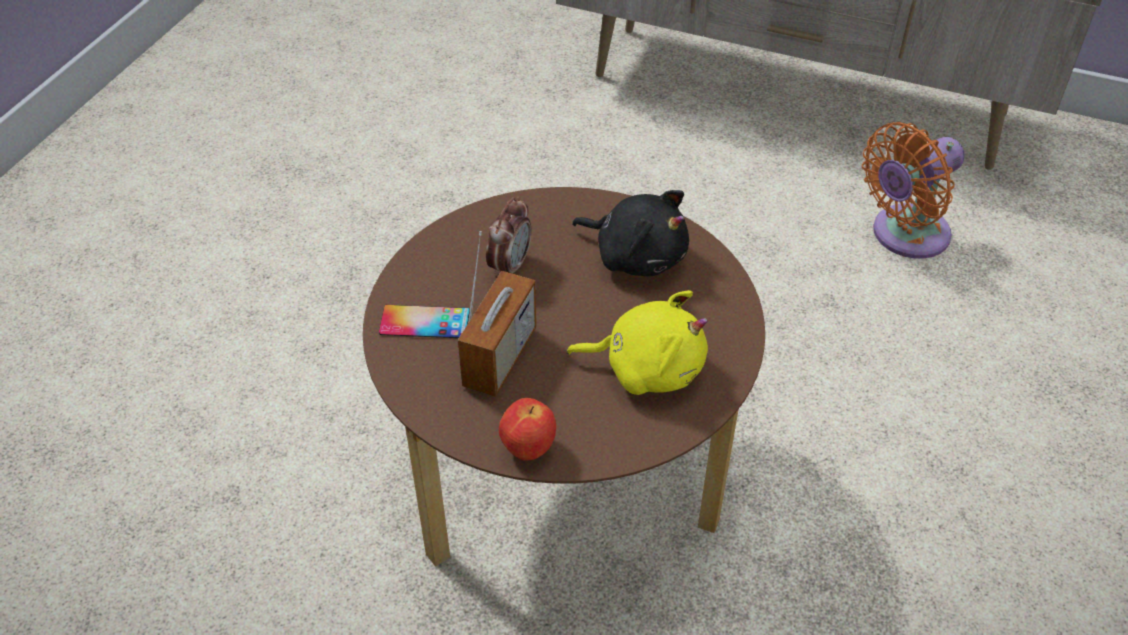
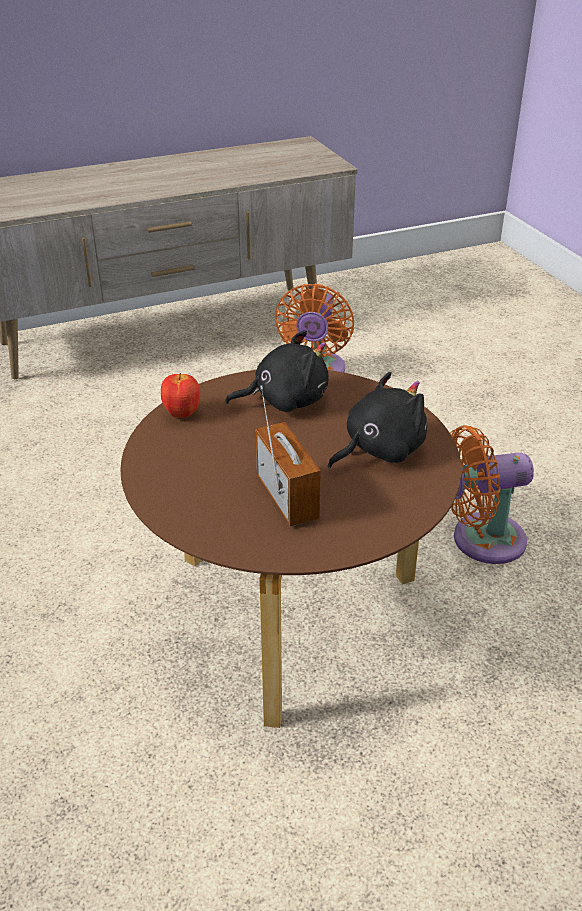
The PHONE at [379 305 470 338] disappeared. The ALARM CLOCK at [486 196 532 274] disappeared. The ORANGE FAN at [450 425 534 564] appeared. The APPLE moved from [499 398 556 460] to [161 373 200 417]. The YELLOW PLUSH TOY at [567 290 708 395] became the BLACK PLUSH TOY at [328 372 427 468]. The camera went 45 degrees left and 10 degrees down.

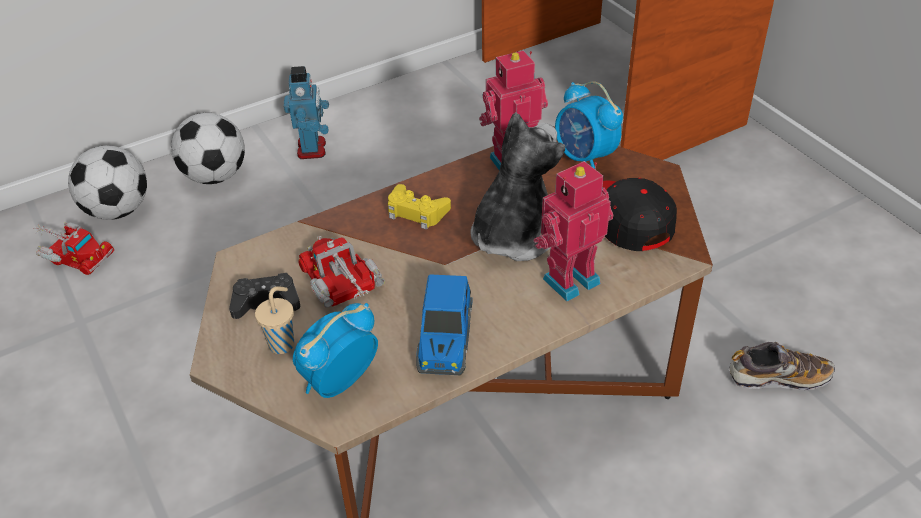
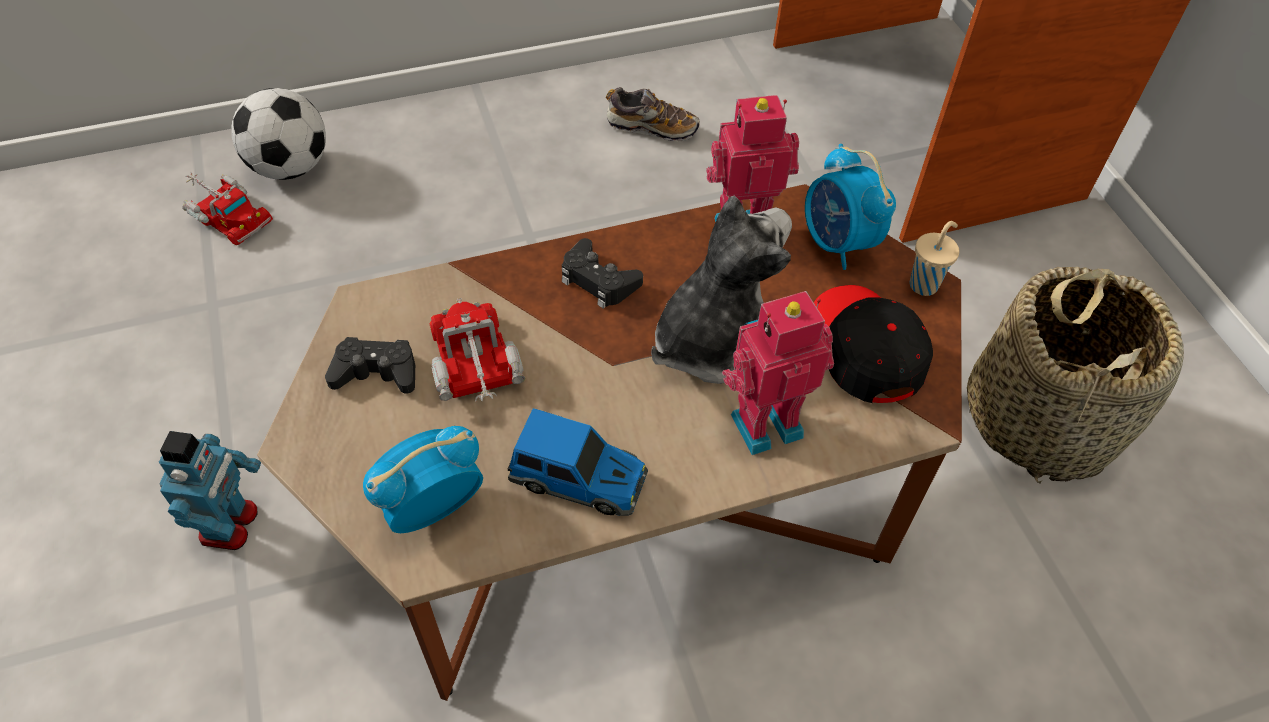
The FOOTBALL at [171 112 245 184] disappeared. The BASKET at [967 267 1184 483] appeared. The BEIGE CUP moved from [255 286 294 354] to [909 221 960 296]. The TOY ROBOT moved from [284 66 329 159] to [159 431 261 550]. The SHOE moved from [729 342 835 390] to [606 87 700 141]. The YELLOW GAME CONTROLLER at [388 184 451 230] became the BLACK GAME CONTROLLER at [562 238 643 309]. The TOY CAR at [416 274 472 375] turned 90 degrees counterclockwise. The camera went 10 degrees right and 10 degrees up.

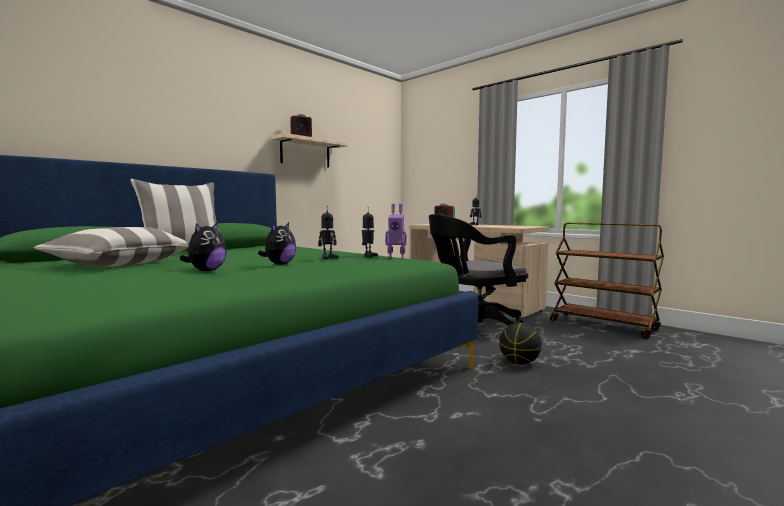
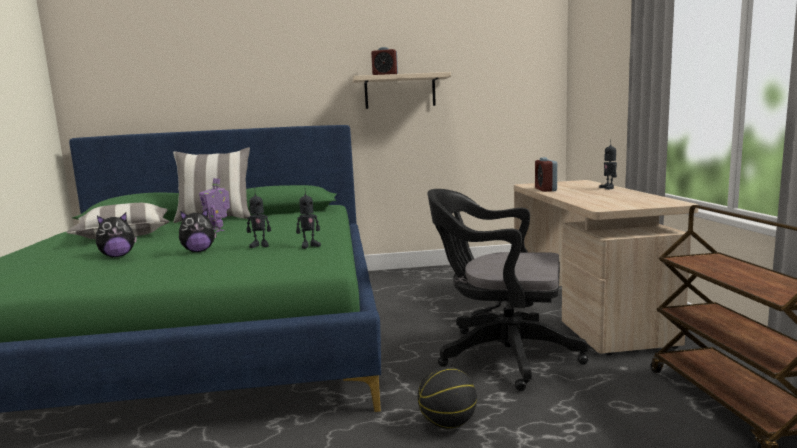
The TOY ROBOT moved from [385 204 406 258] to [199 178 230 232]. The camera went 40 degrees right and 5 degrees up.

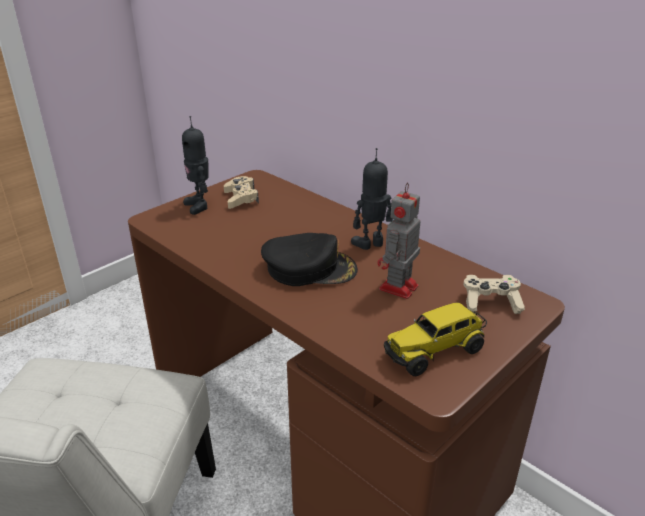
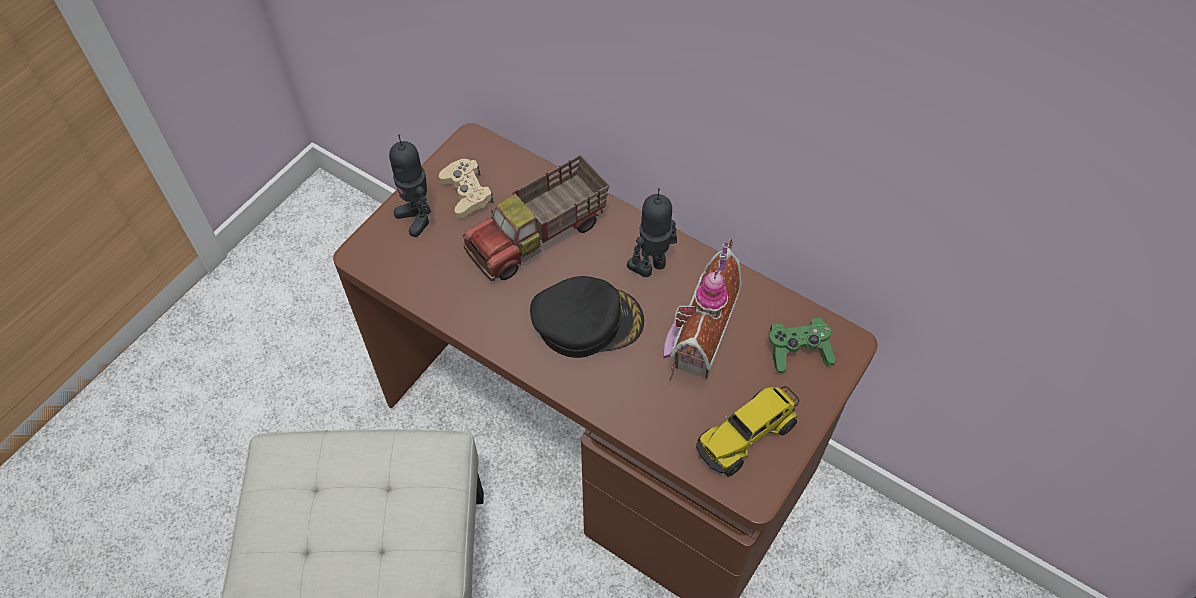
The TOY TRUCK at [462 155 609 281] appeared. The TOY ROBOT at [377 183 421 299] was replaced by the TOY HOUSE at [663 239 742 381]. The BEIGE GAME CONTROLLER at [463 275 525 314] became the GREEN GAME CONTROLLER at [769 317 836 373]. The camera went 10 degrees left and 25 degrees up.

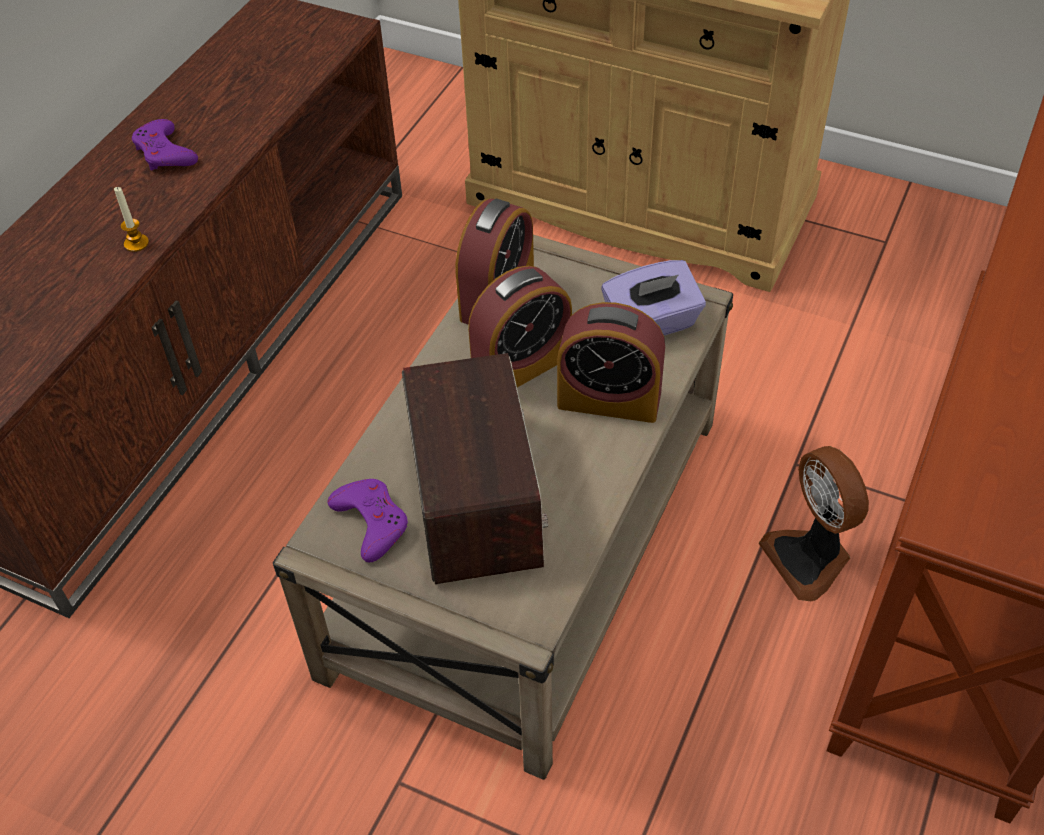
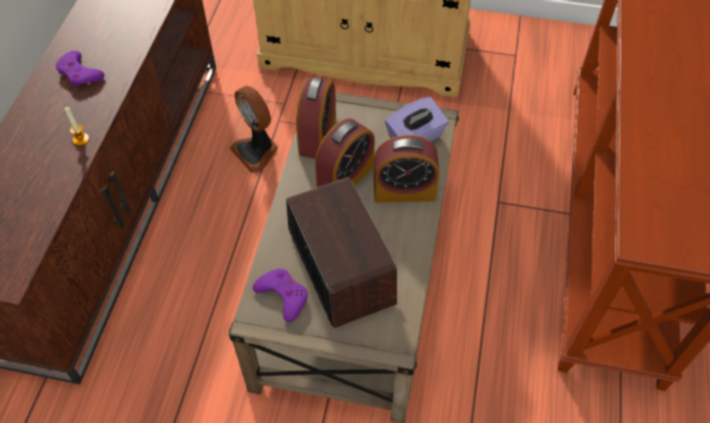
The FAN moved from [759 446 869 601] to [230 86 278 173]. The camera went 15 degrees left and 5 degrees up.

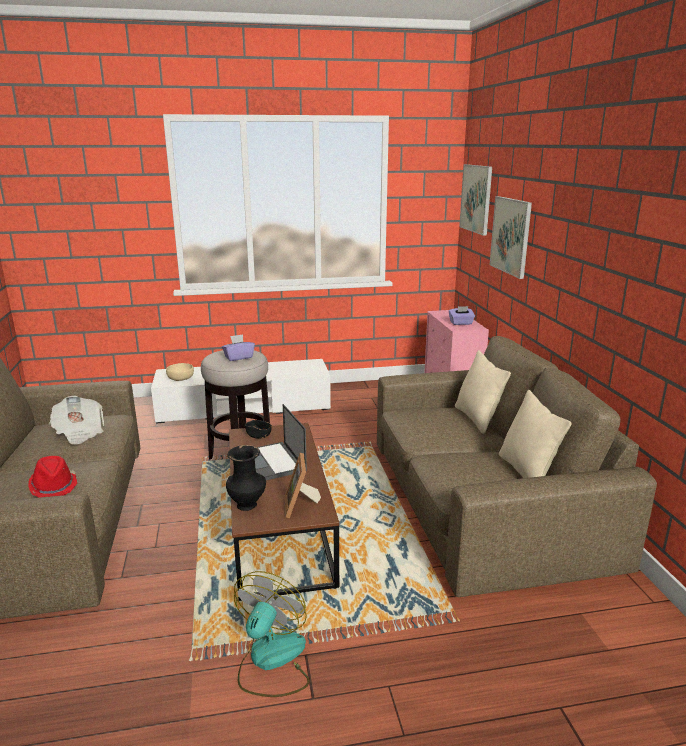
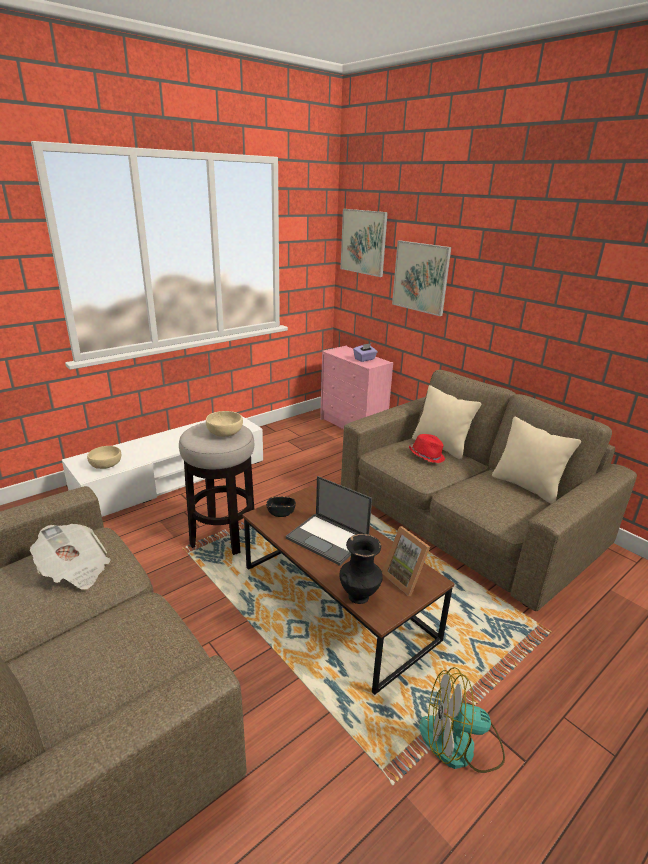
The RED HAT moved from [28 456 77 498] to [409 434 445 463]. The PURPLE TISSUE BOX at [222 334 255 361] was replaced by the BEIGE BOWL at [206 411 243 437]. The FAN at [234 571 309 697] turned 75 degrees counterclockwise. The camera went 30 degrees left and 5 degrees up.

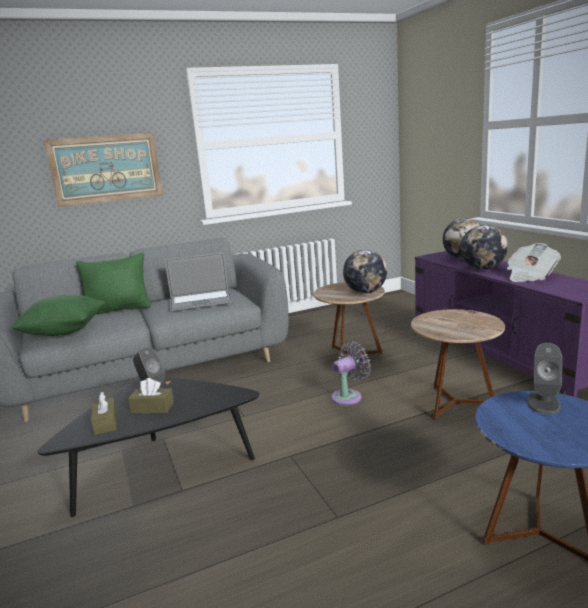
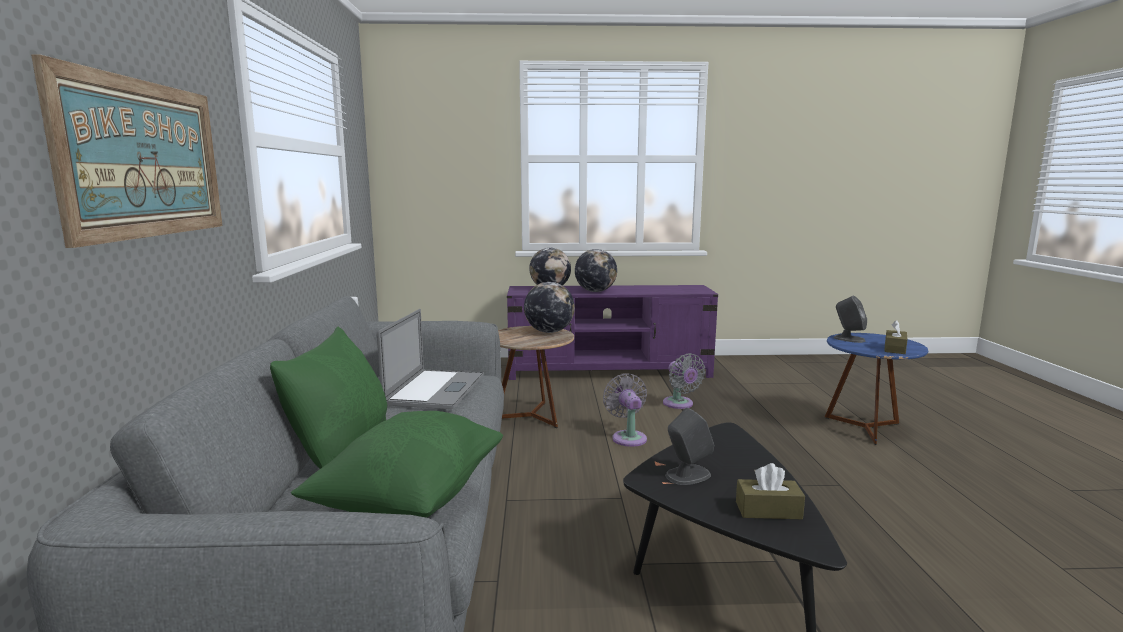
The NEWSPAPER at [507 243 561 282] disappeared. The BROWN TISSUE BOX moved from [128 378 174 414] to [884 320 908 354]. The BROWN SIDE TABLE at [411 309 505 420] was replaced by the GREY FAN at [663 353 706 409]. The camera went 70 degrees left and 5 degrees down.

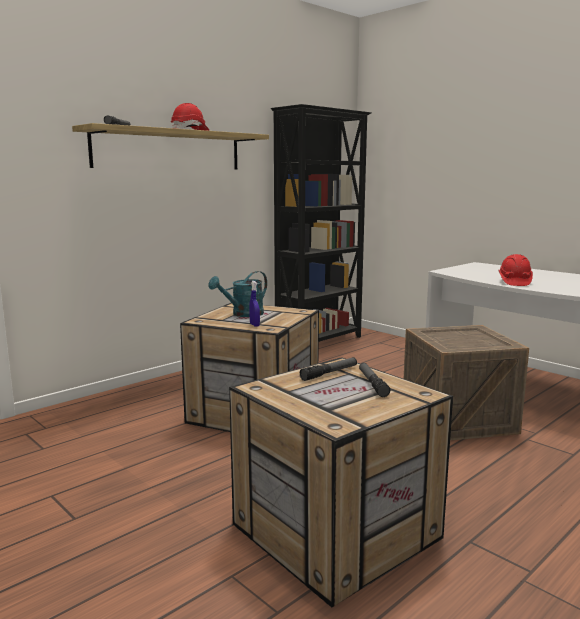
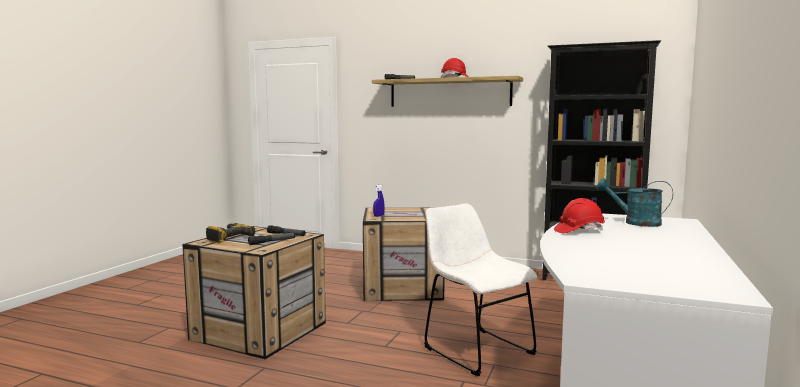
The POWER DRILL at [206 223 255 243] appeared. The TURQUOISE WATERING CAN moved from [208 271 267 317] to [596 178 673 227]. The CRATE at [404 325 529 440] was replaced by the WHITE CHAIR at [424 203 537 376]. The camera went 65 degrees right and 5 degrees down.

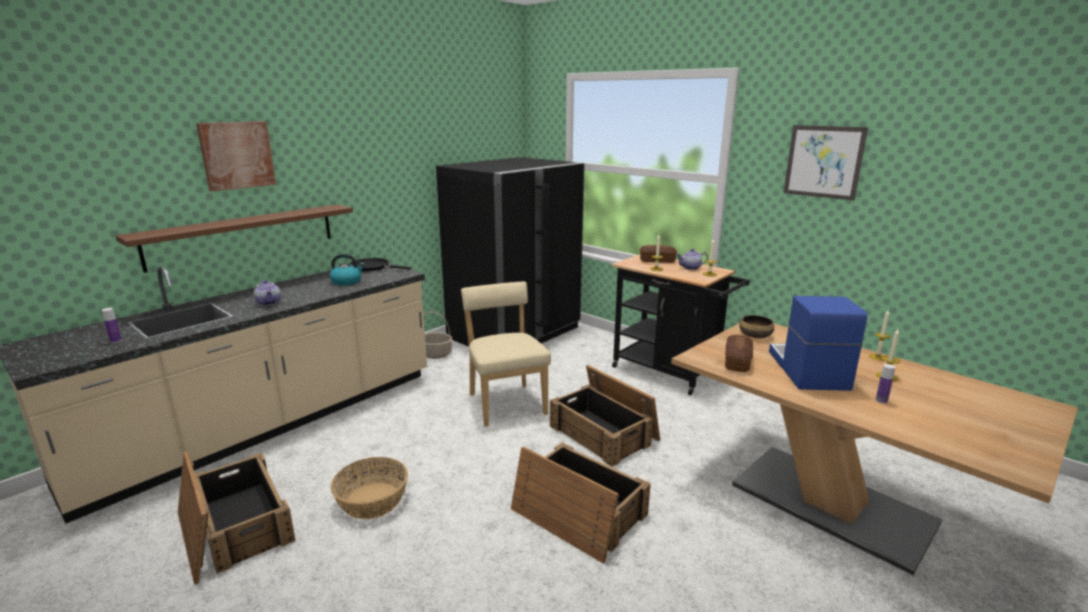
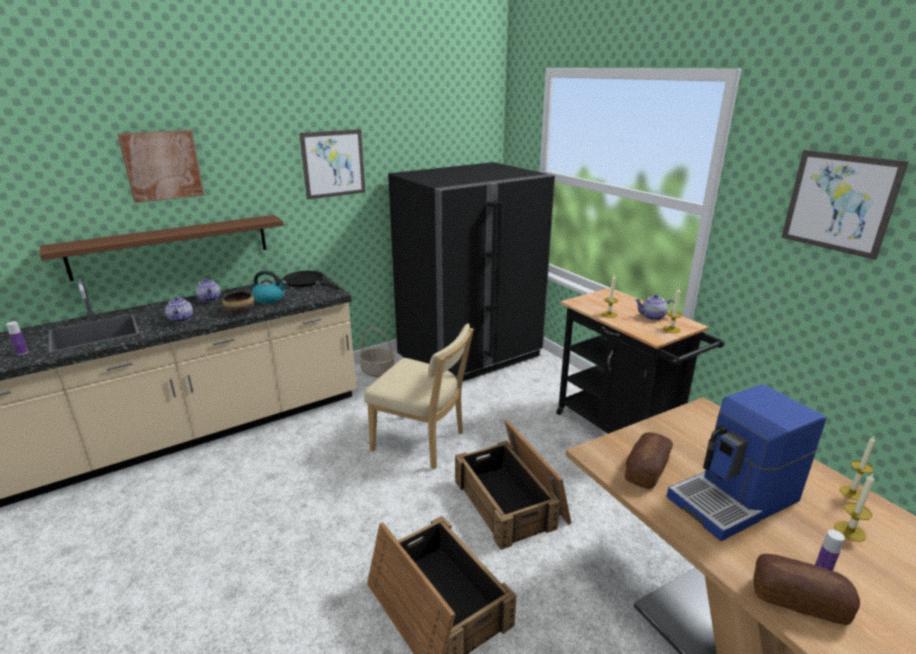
The CRATE at [178 452 296 584] disappeared. The BASKET at [331 457 408 519] disappeared. The TEAPOT at [196 278 221 302] appeared. The PICTURE at [299 129 366 200] appeared. The BREAD moved from [640 245 677 263] to [754 554 860 625]. The BOWL moved from [739 315 774 338] to [222 292 255 313]. The BEIGE CHAIR at [461 281 551 426] turned 120 degrees clockwise. The COFFEE MACHINE at [769 296 867 391] turned 135 degrees counterclockwise. The camera went 15 degrees right and 5 degrees up.

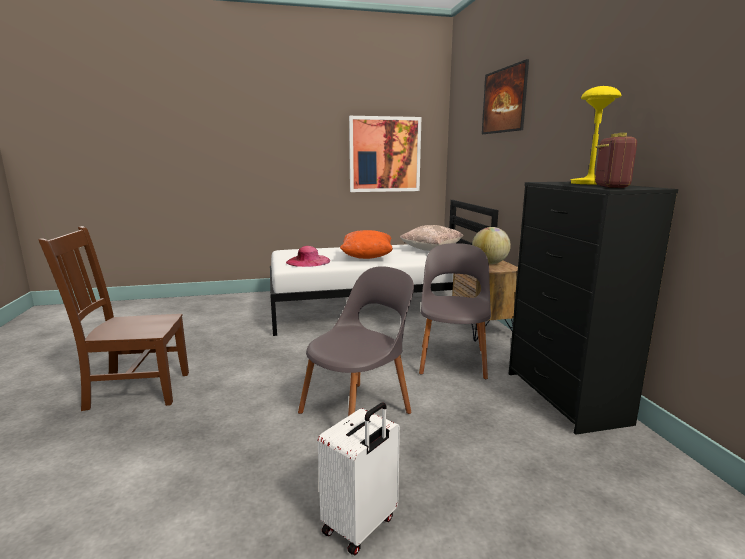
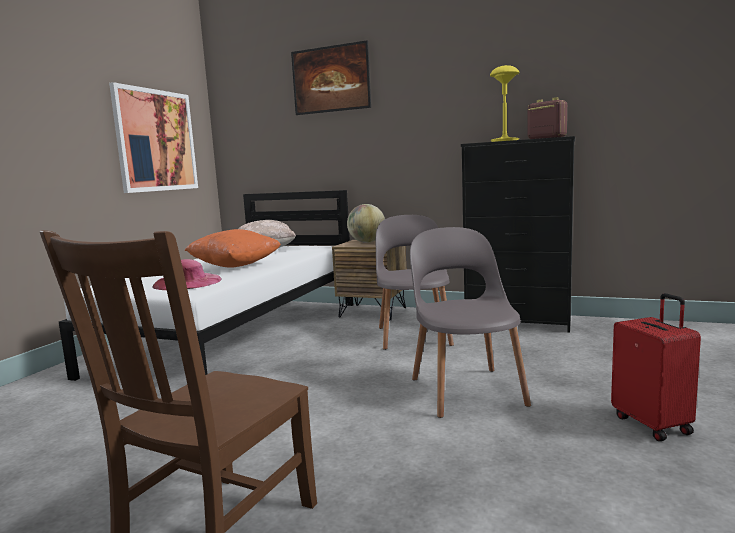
The WHITE SUITCASE at [317 402 400 555] became the RED SUITCASE at [611 293 701 441]. The GREY CHAIR at [419 243 491 379] turned 45 degrees clockwise. The camera went 55 degrees left and 5 degrees down.

